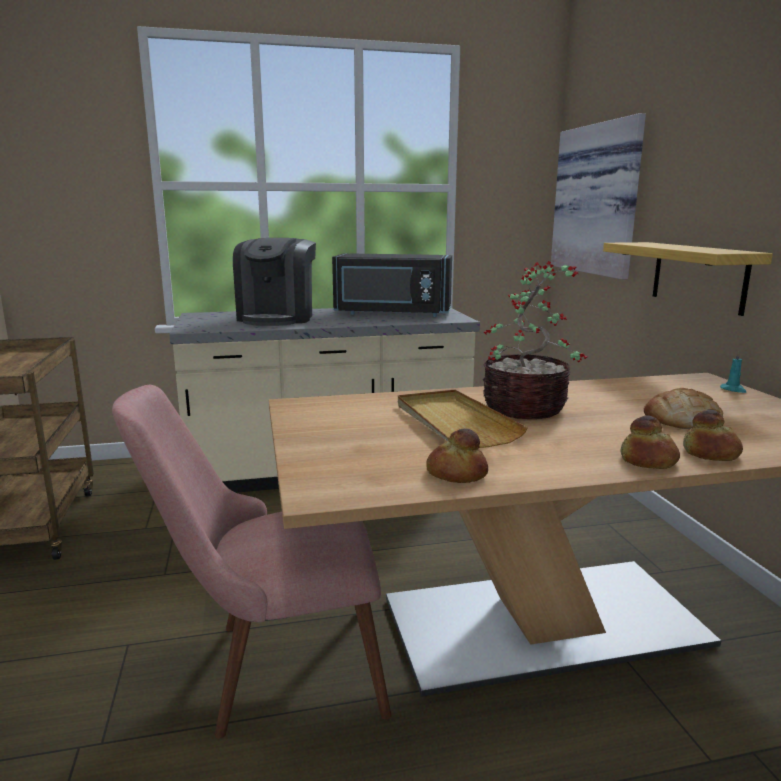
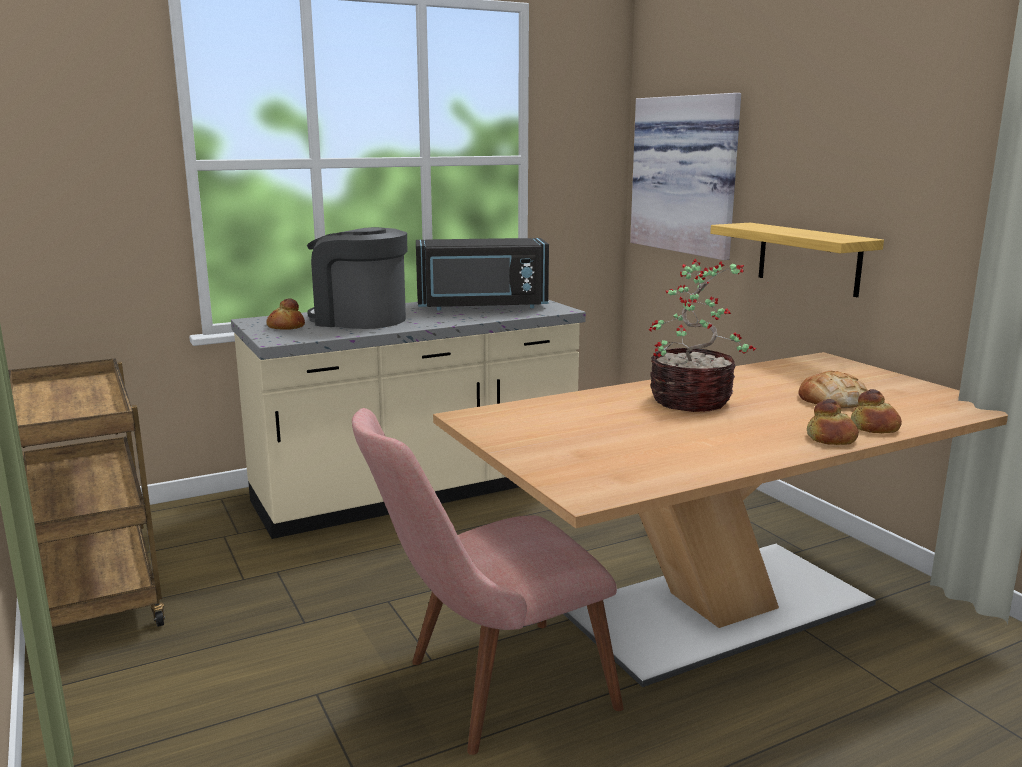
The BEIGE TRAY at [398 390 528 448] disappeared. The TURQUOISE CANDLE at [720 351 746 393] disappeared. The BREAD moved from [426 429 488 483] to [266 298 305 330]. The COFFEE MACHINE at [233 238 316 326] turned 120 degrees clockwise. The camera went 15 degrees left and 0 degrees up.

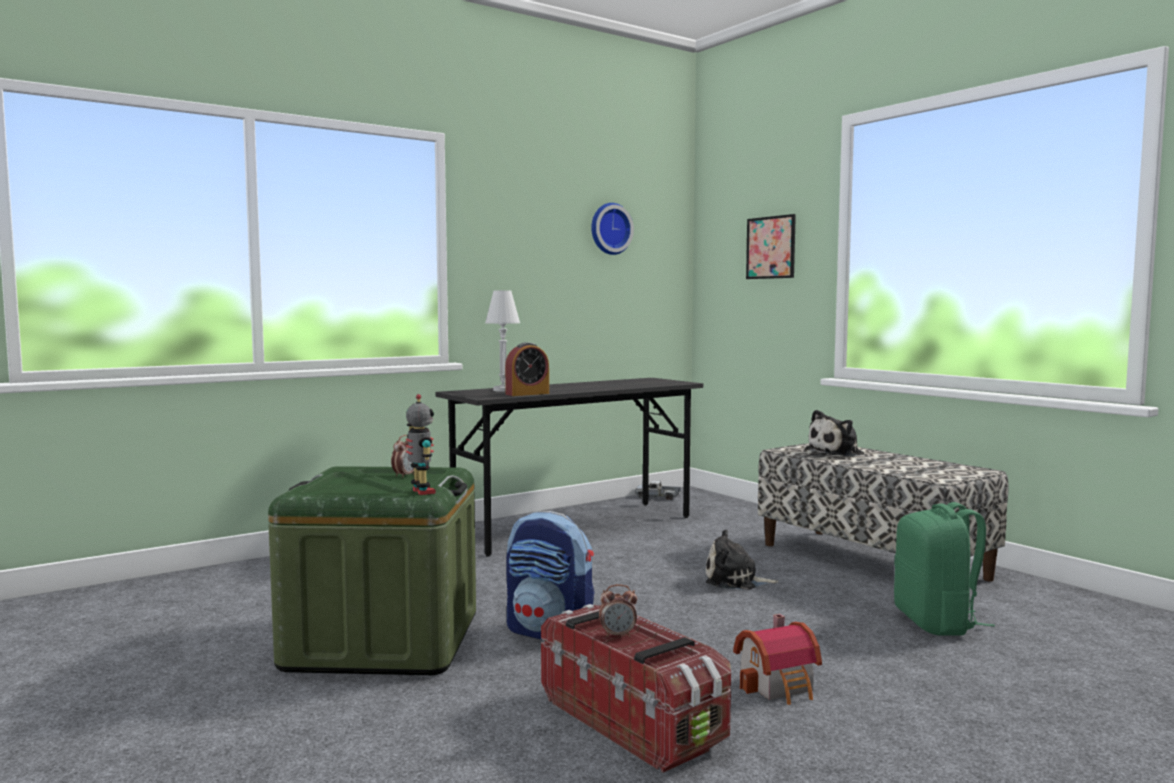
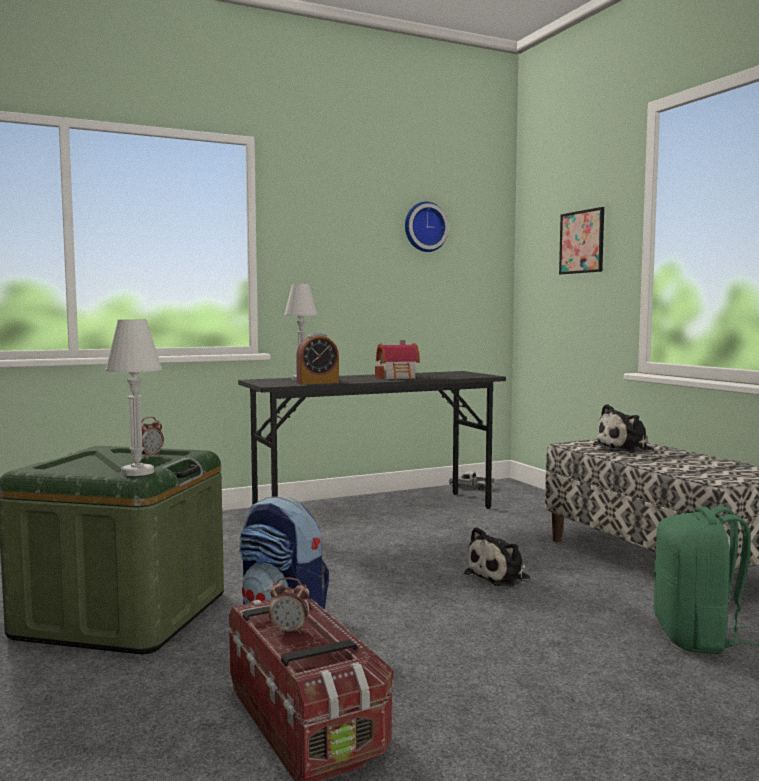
The TOY HOUSE moved from [733 614 822 705] to [375 340 420 380]. The TOY ROBOT at [406 394 435 495] was replaced by the WHITE TABLE LAMP at [105 320 162 476]. The PLUSH TOY at [706 529 779 590] turned 60 degrees counterclockwise. The camera went 10 degrees right and 0 degrees up.

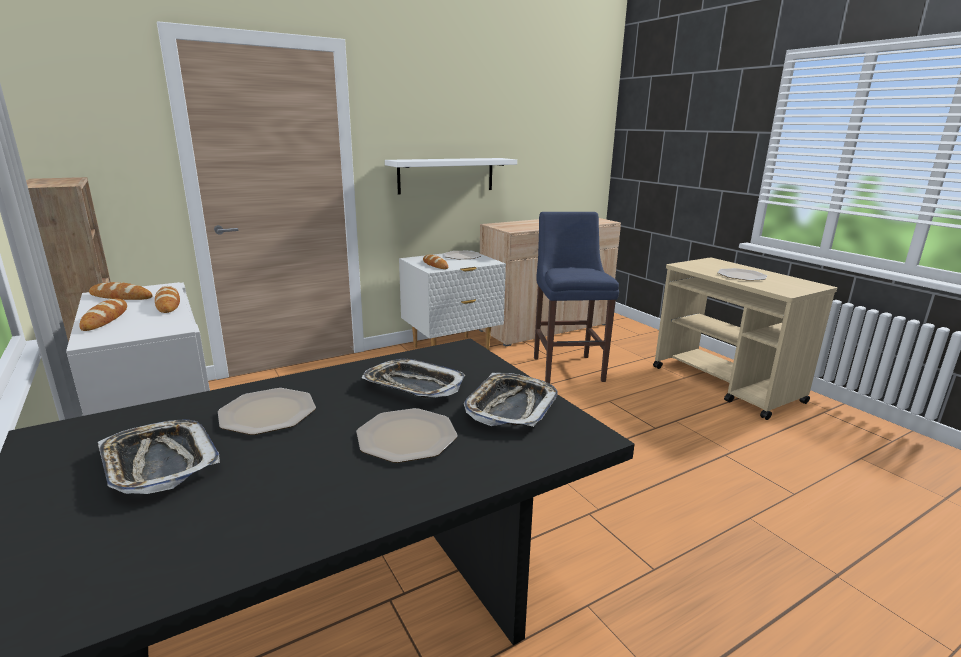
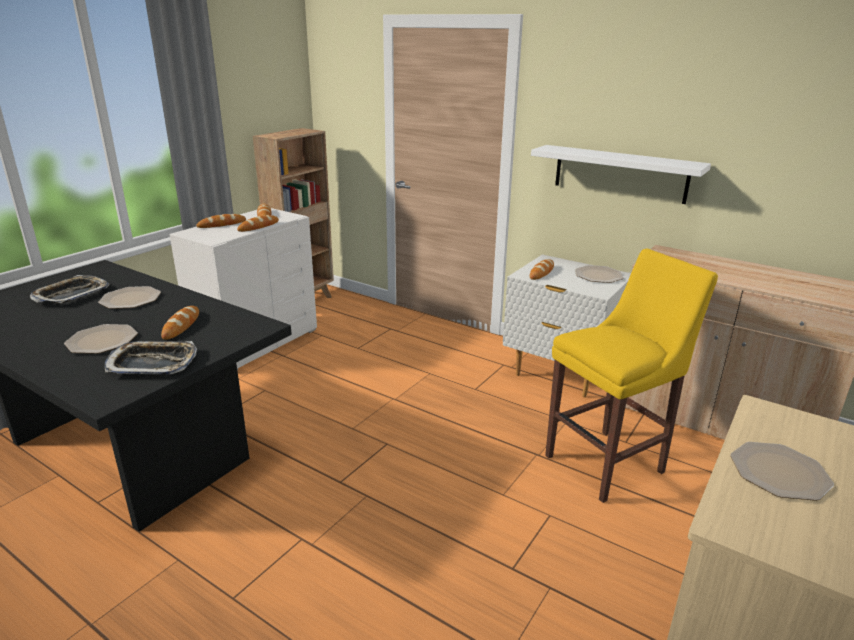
The TRAY at [362 359 466 398] was replaced by the BREAD at [161 306 199 340]. The BLUE STOOL at [534 212 619 384] became the YELLOW STOOL at [545 249 718 503]. The camera went 65 degrees right and 5 degrees up.

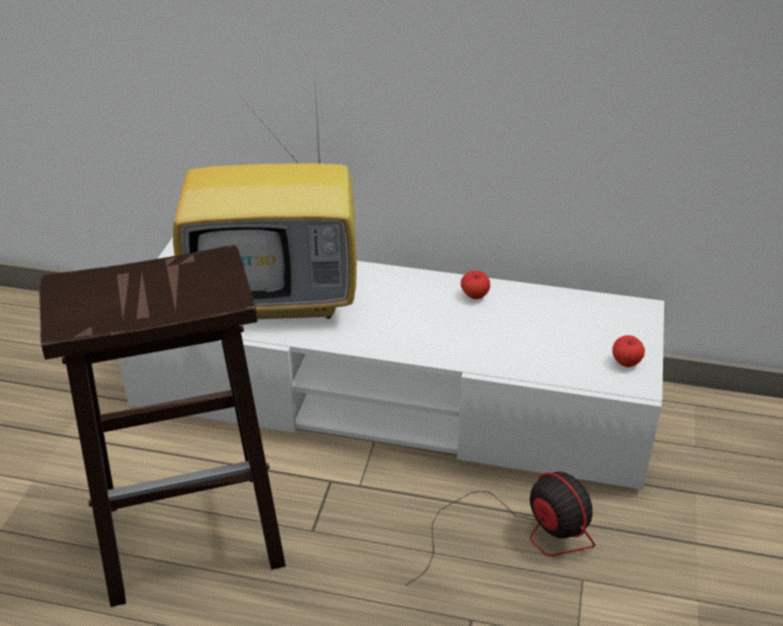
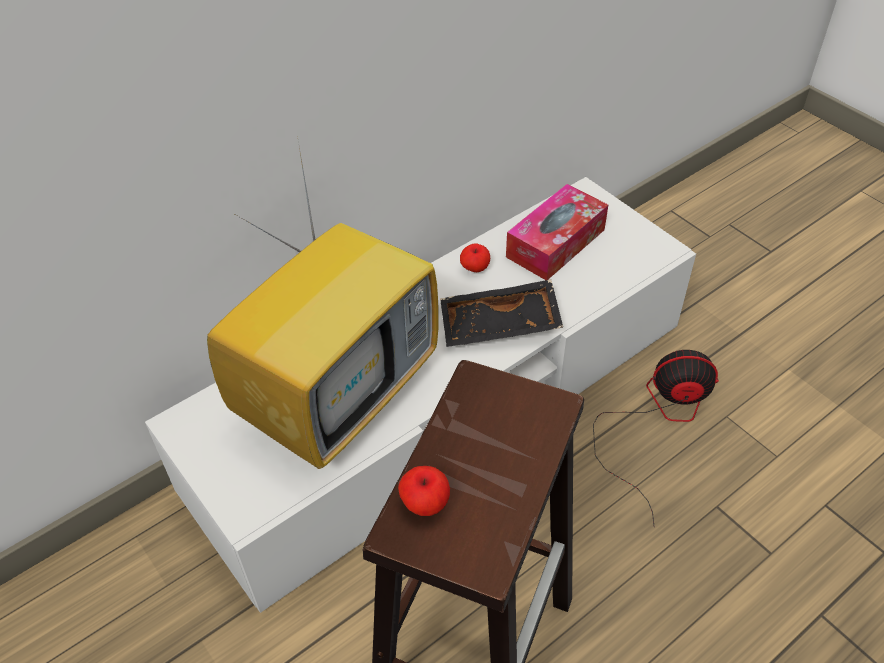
The BLACK TRAY at [440 279 563 347] appeared. The TISSUE BOX at [506 184 608 280] appeared. The APPLE moved from [612 335 645 367] to [398 466 450 516]. The camera went 50 degrees left and 10 degrees up.

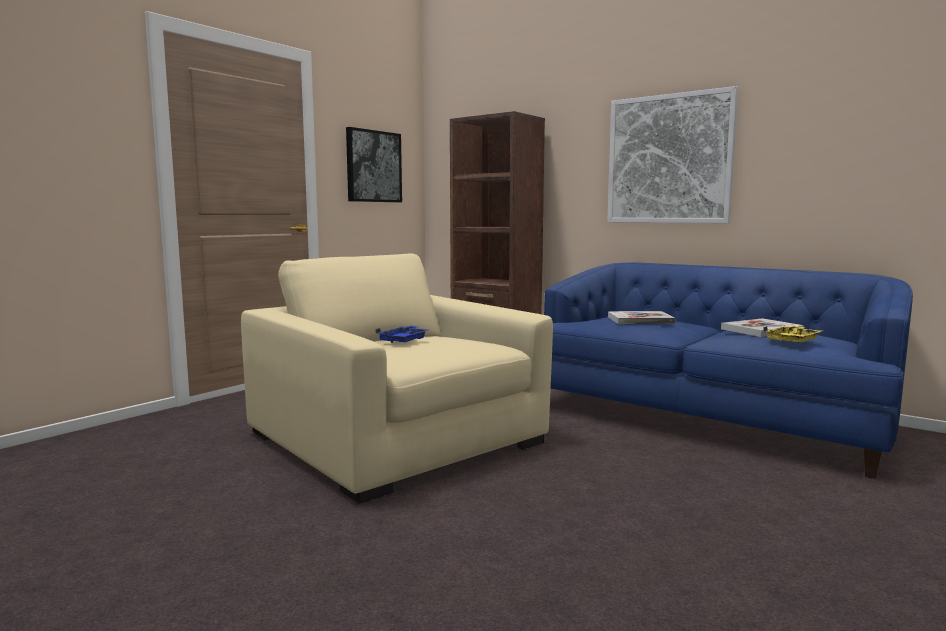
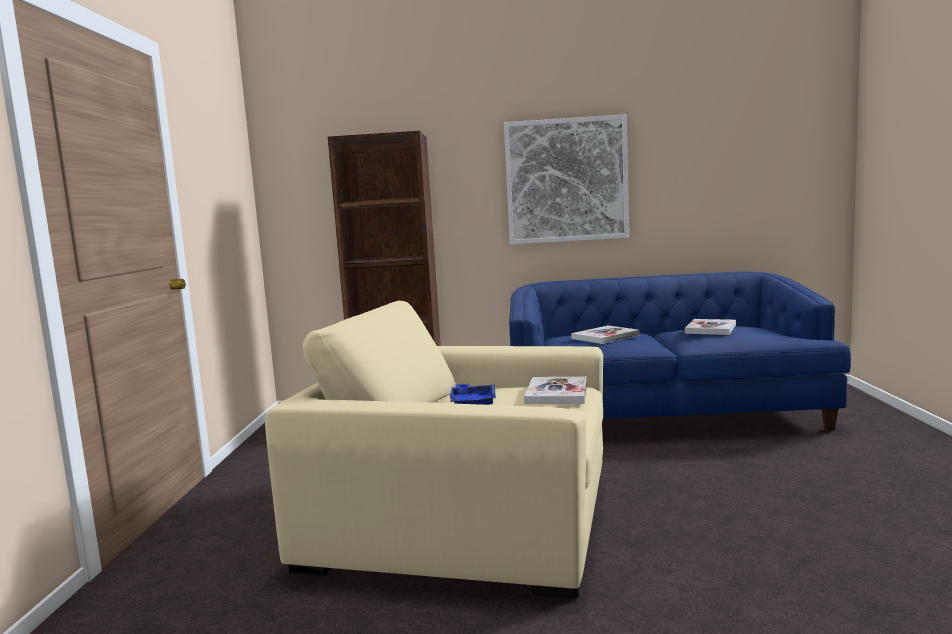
The PICTURE at [346 127 402 202] disappeared. The YELLOW TRAY at [763 325 822 342] disappeared. The BOOK at [524 377 587 404] appeared. The camera went 35 degrees left and 0 degrees up.

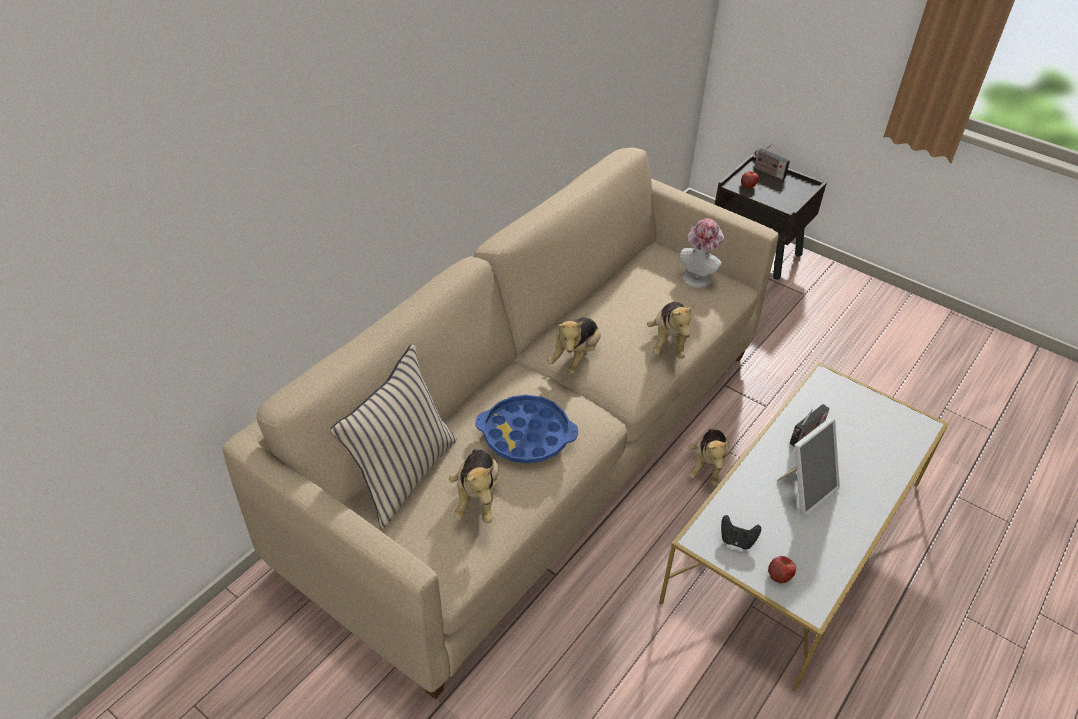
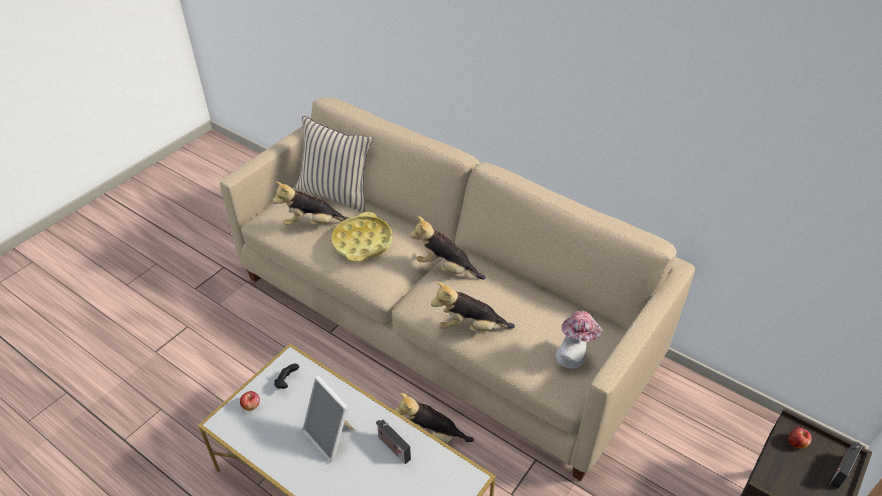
The BLUE TRAY at [475 395 578 464] became the YELLOW TRAY at [331 212 393 262]. The camera went 90 degrees right and 0 degrees up.

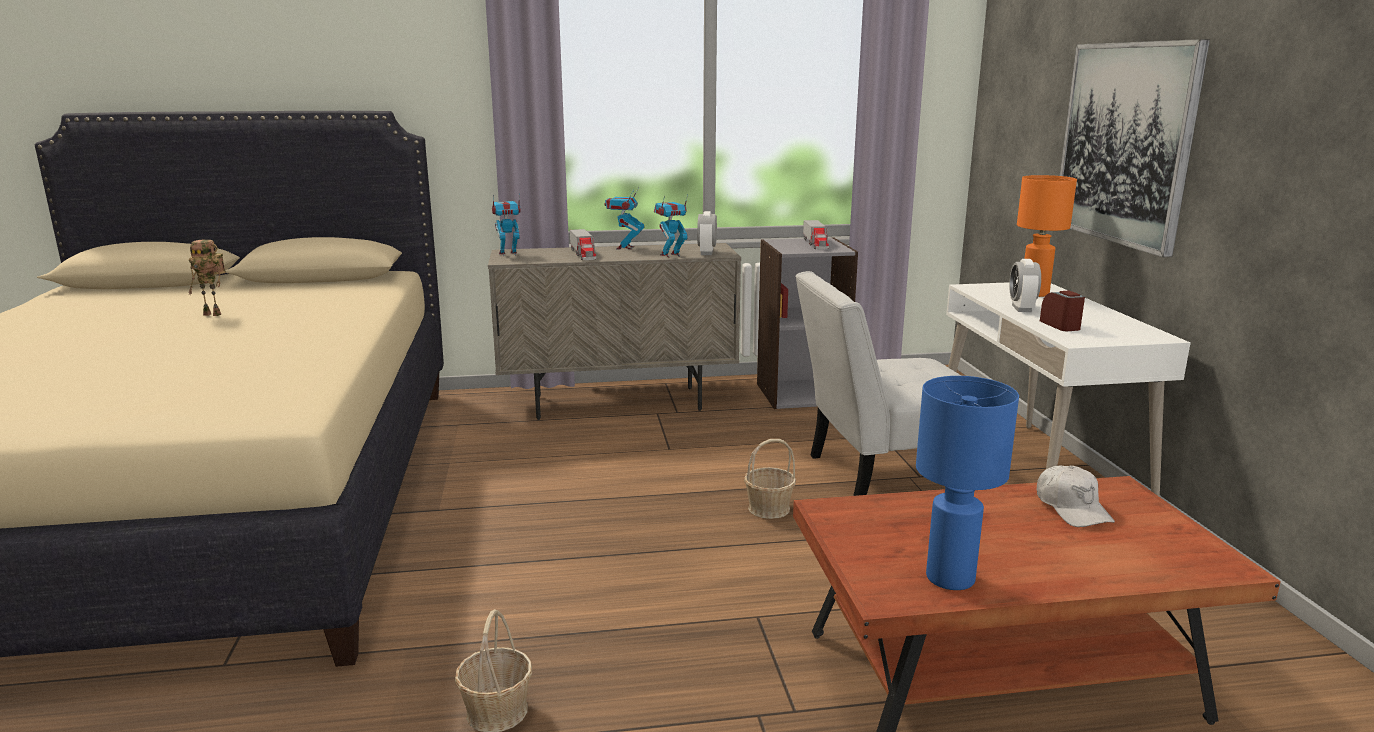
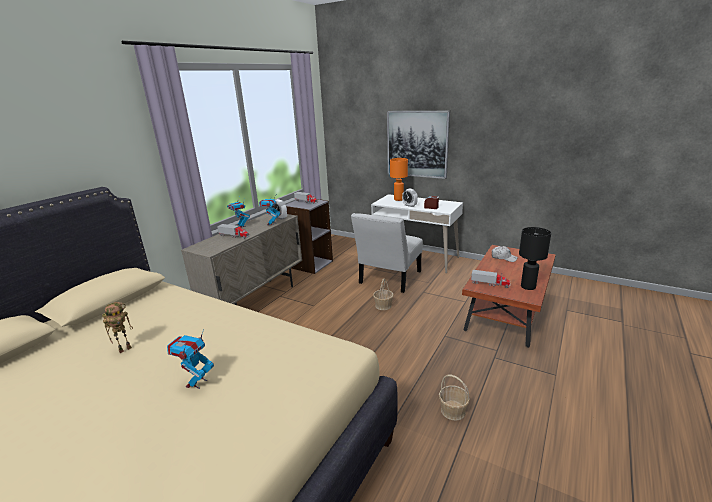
The TOY TRUCK at [471 270 510 288] appeared. The TOY ROBOT moved from [492 193 521 256] to [167 329 214 389]. The BLUE TABLE LAMP at [916 376 1019 590] became the BLACK TABLE LAMP at [519 227 551 290]. The camera went 50 degrees left and 5 degrees up.

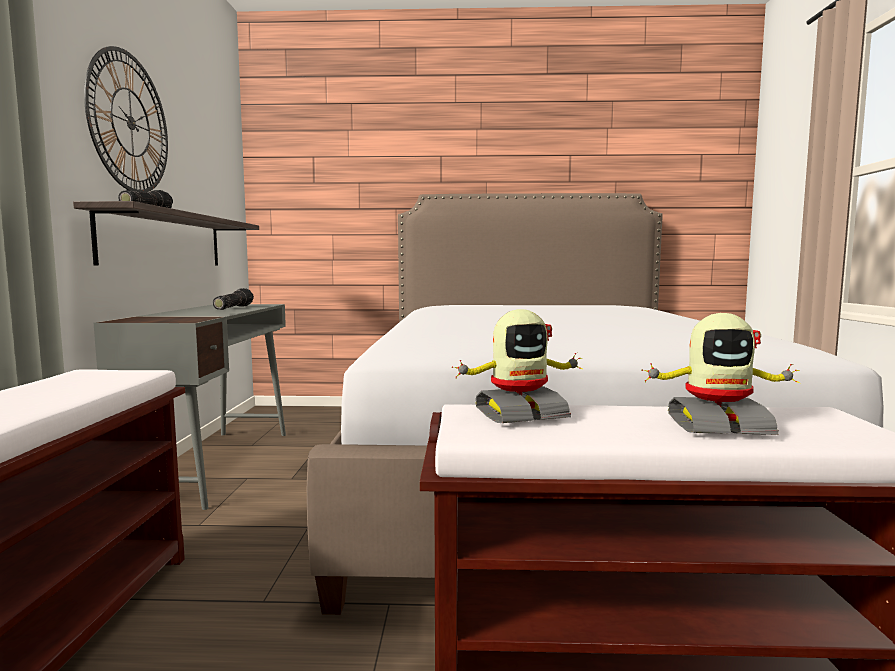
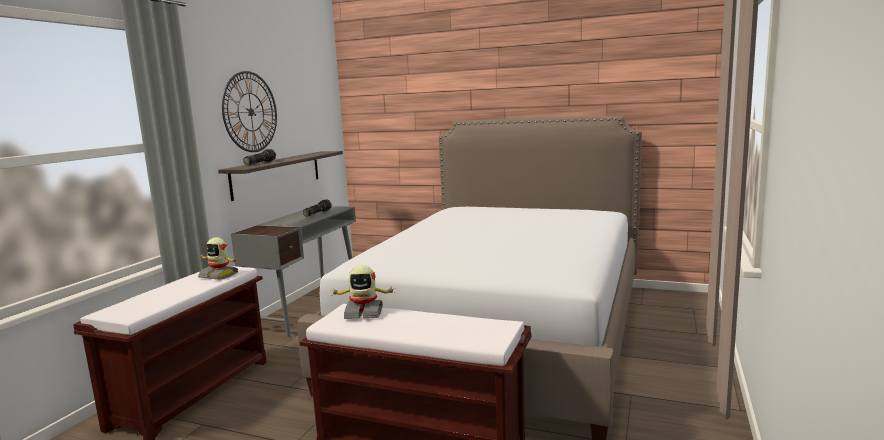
The TOY ROBOT moved from [641 313 801 435] to [198 237 238 280]. The camera went 20 degrees right and 5 degrees up.

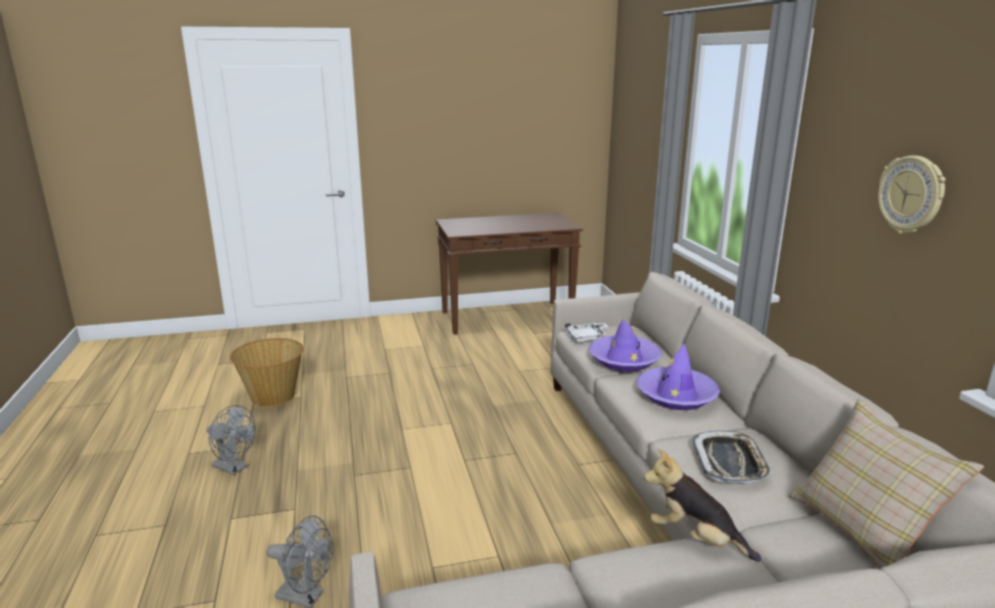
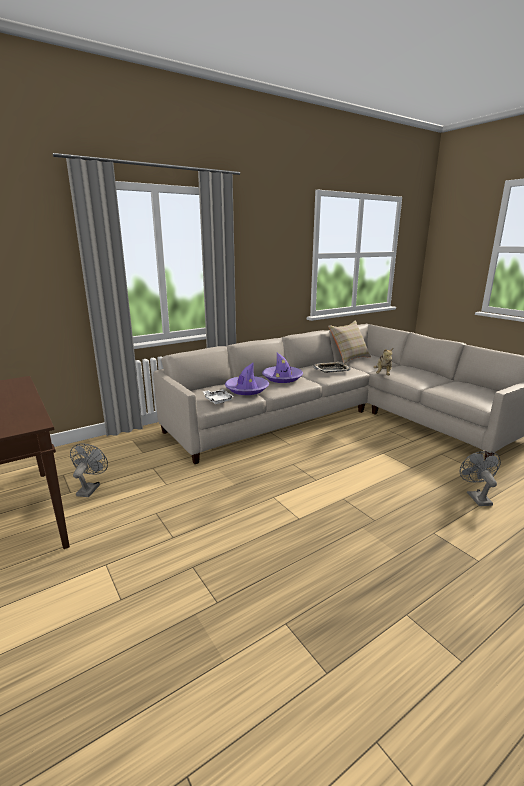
The BASKET at [230 338 304 407] disappeared. The WALL CLOCK at [878 155 946 234] disappeared. The GREY FAN moved from [207 405 256 475] to [70 444 108 497]. The camera went 110 degrees left and 0 degrees up.

